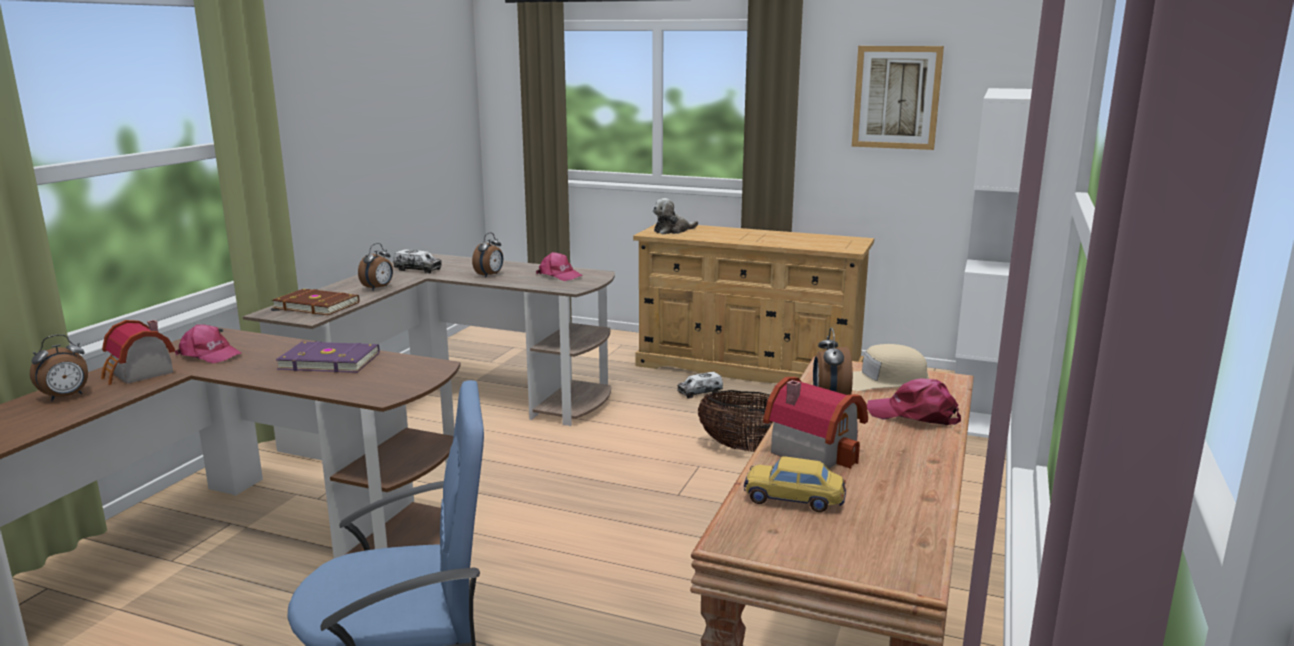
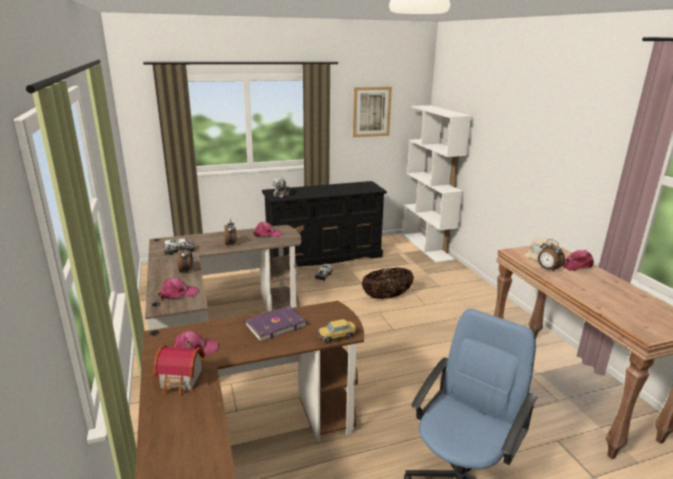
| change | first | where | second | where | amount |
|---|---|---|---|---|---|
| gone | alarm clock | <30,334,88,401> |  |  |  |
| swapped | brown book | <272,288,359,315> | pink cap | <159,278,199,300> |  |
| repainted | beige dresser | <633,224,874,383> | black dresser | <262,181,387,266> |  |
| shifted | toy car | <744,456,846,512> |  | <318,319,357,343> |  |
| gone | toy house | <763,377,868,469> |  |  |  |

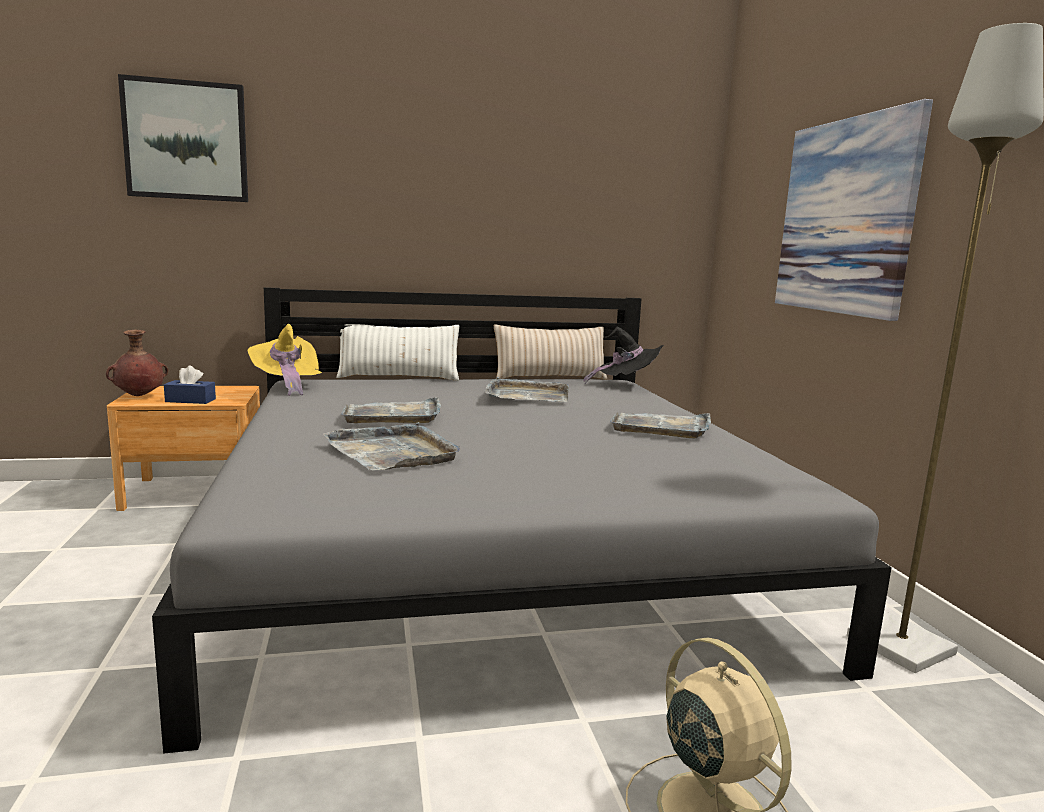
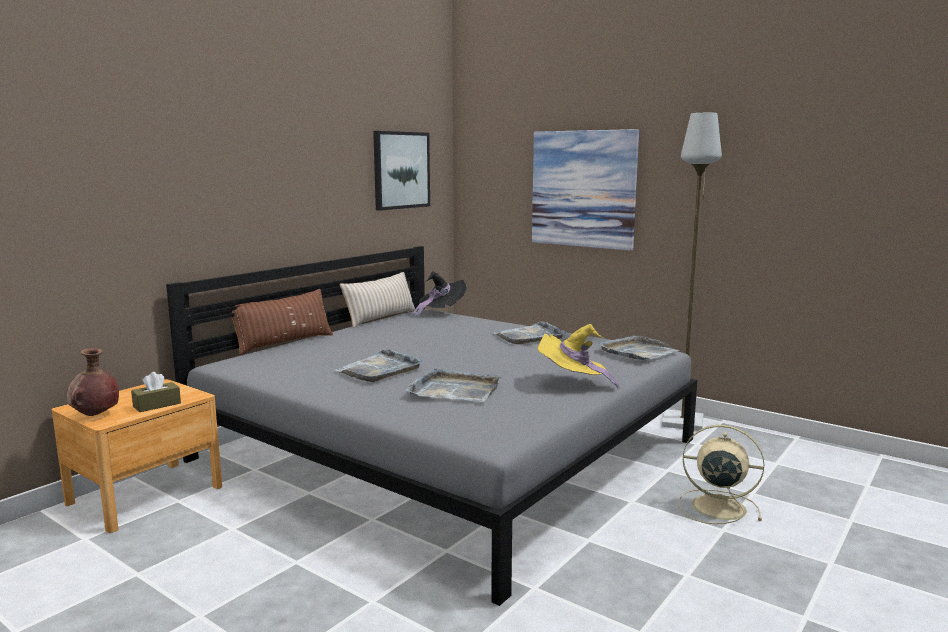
| change | first | where | second | where | amount |
|---|---|---|---|---|---|
| shifted | picture | <118,74,248,202> |  | <373,131,430,211> |  |
| repainted | blue tissue box | <164,365,216,404> | brown tissue box | <131,372,181,412> |  |
| shifted | yellow hat | <248,324,322,396> |  | <537,324,620,389> |  |
| repainted | white pillow | <336,324,459,381> | brown pillow | <232,289,333,355> |  |
| shifted | grey tray | <485,377,569,402> |  | <599,335,679,360> |  |

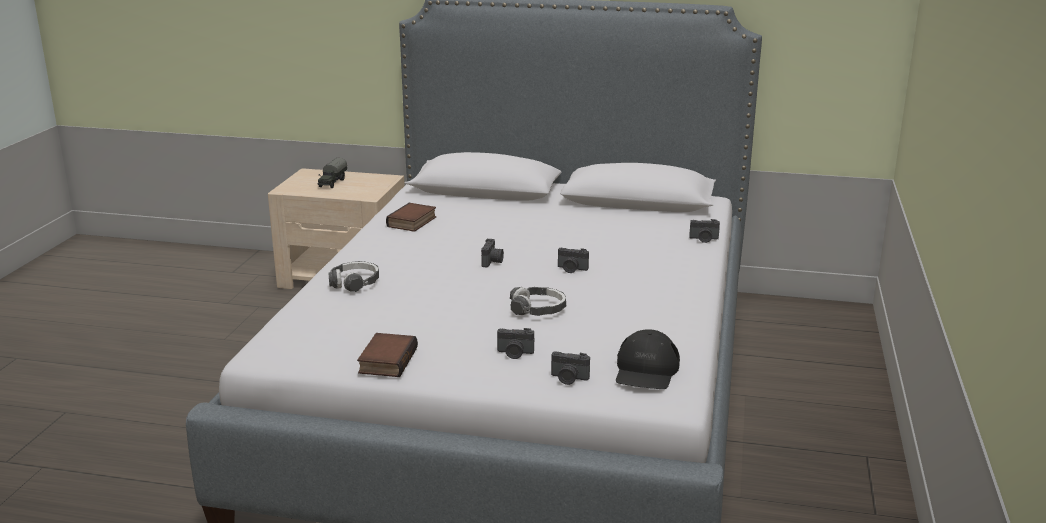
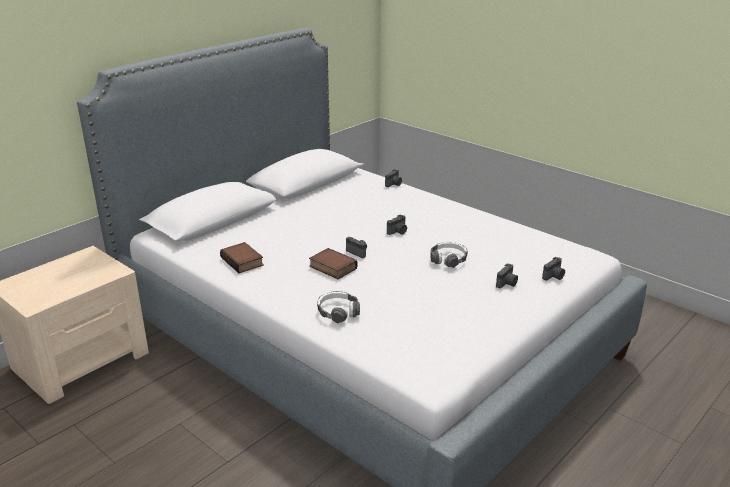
| change | first | where | second | where | amount |
|---|---|---|---|---|---|
| gone | toy truck | <318,158,347,188> |  |  |  |
| shifted | book | <357,333,418,377> |  | <309,248,358,279> |  |
| gone | black cap | <616,329,680,389> |  |  |  |

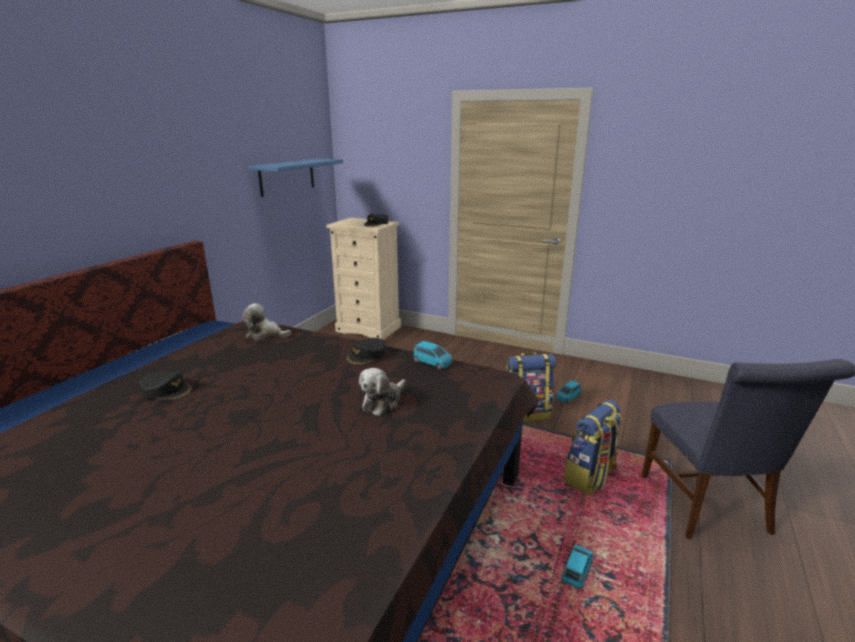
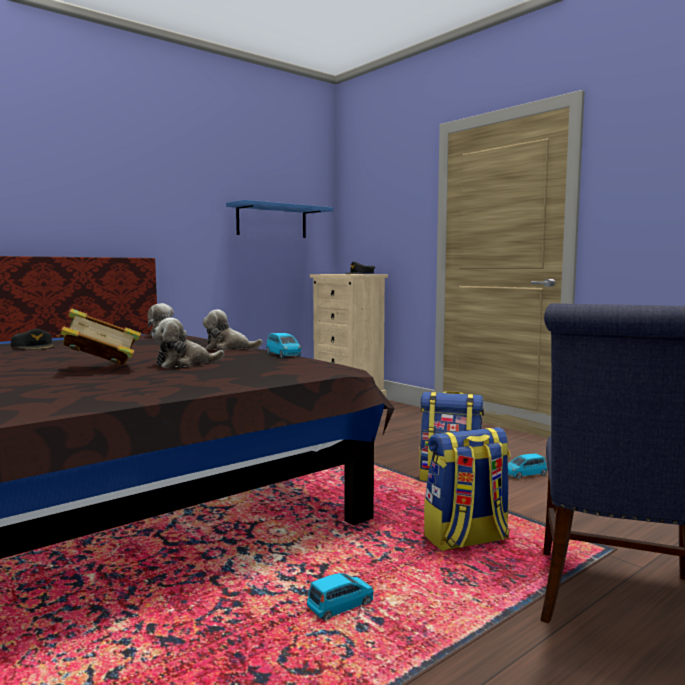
| change | first | where | second | where | amount |
|---|---|---|---|---|---|
| swapped | black cap | <345,338,386,366> | plush toy | <202,309,263,351> |  |
| new |  |  | book | <57,308,141,365> |  |

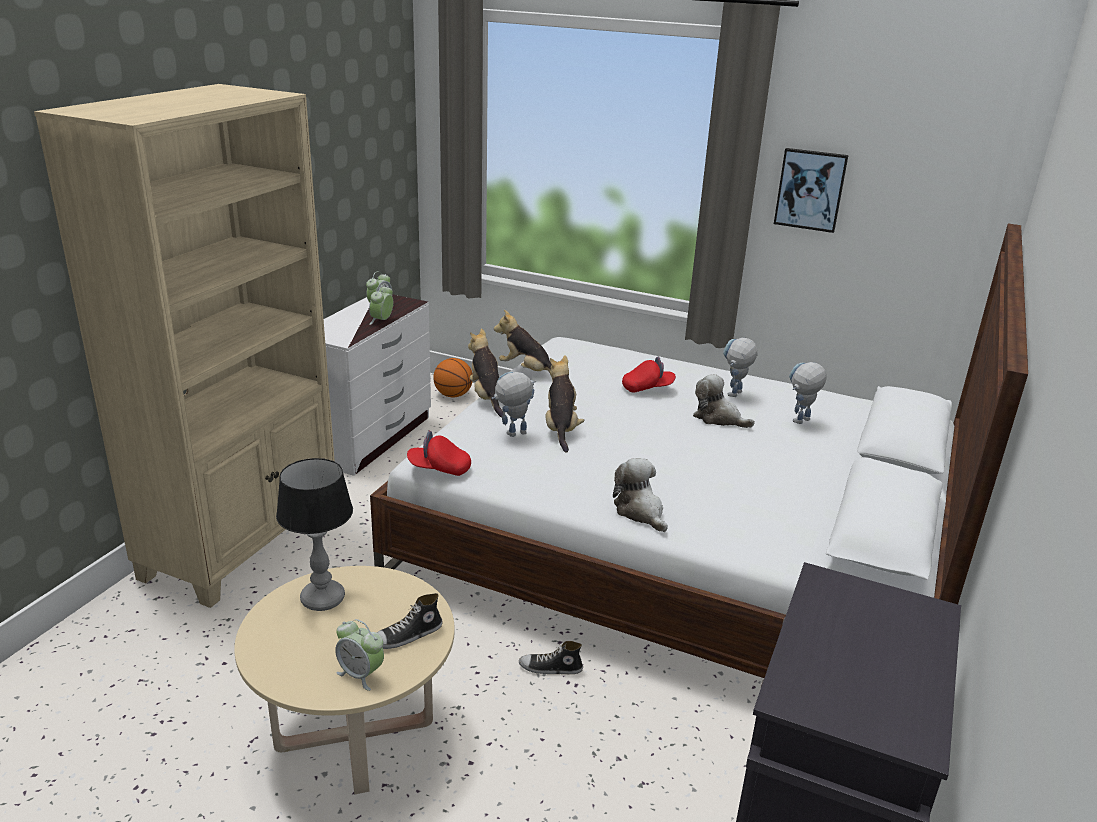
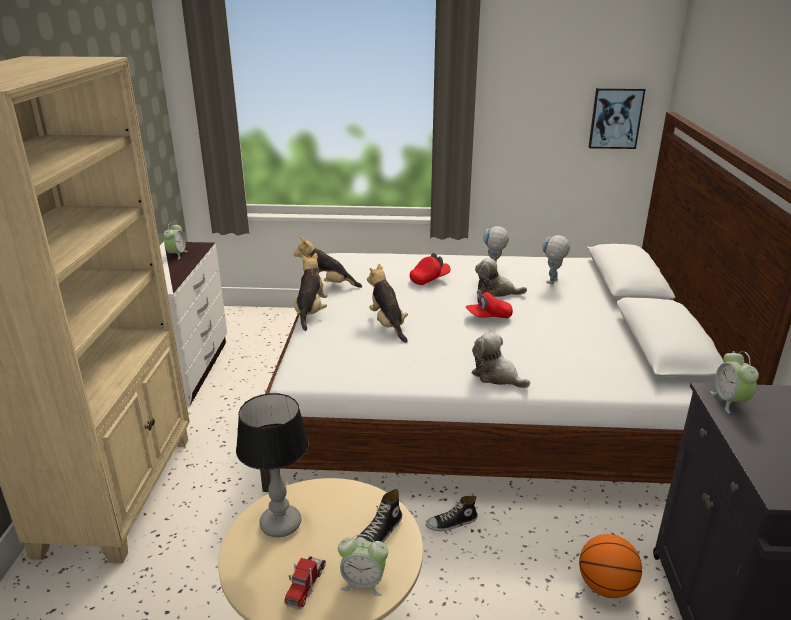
| change | first | where | second | where | amount |
|---|---|---|---|---|---|
| shifted | alarm clock | <369,284,393,325> |  | <711,351,759,414> |  |
| shifted | red cap | <407,431,471,476> |  | <466,290,513,318> |  |
| shifted | basketball | <433,358,473,397> |  | <579,534,642,598> |  |
| rotated | plush toy | <468,328,503,417> |  | <294,253,328,331> | 45 degrees clockwise |
| gone | toy robot | <491,372,536,437> |  |  |  |
| shifted | picture | <774,148,849,233> |  | <589,88,646,149> |  |
| new |  |  | toy truck | <284,556,326,609> |  |

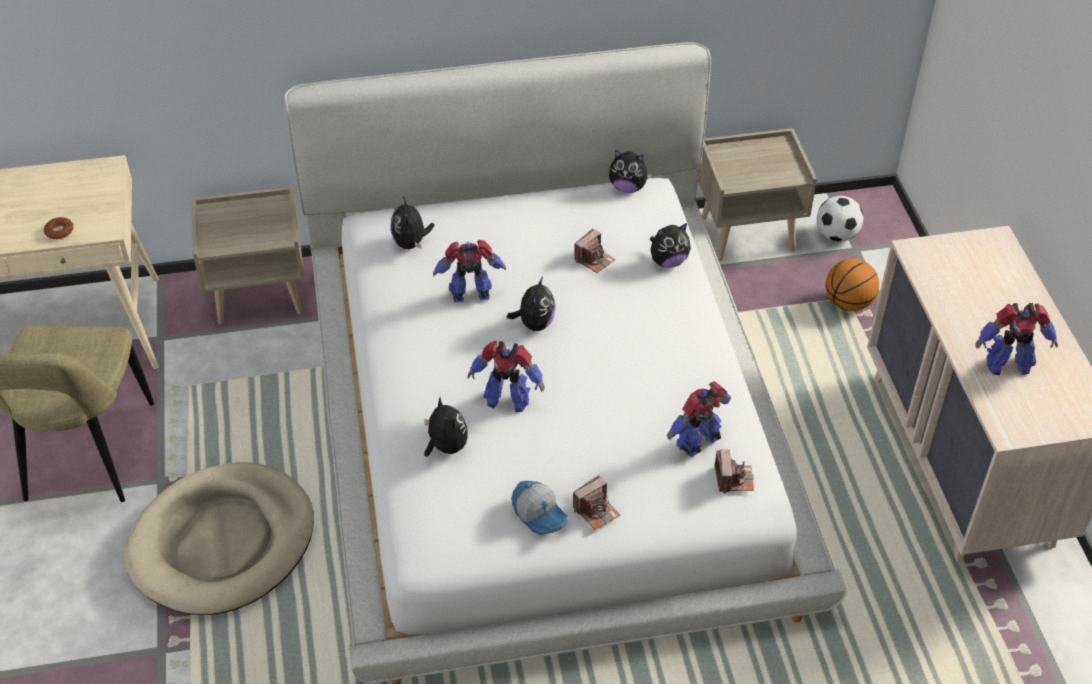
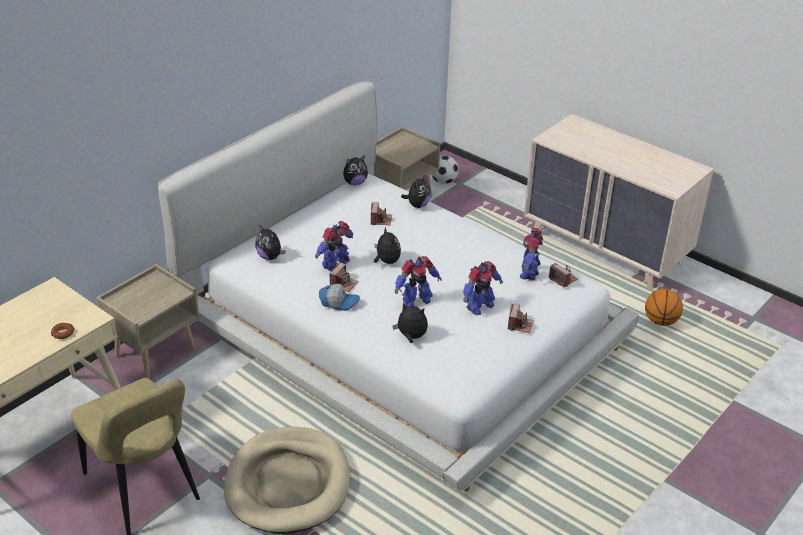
| change | first | where | second | where | amount |
|---|---|---|---|---|---|
| shifted | cap | <511,481,567,535> |  | <319,283,360,311> |  |
| shifted | basketball | <826,259,879,311> |  | <645,289,683,326> |  |
| shifted | toy robot | <975,303,1058,375> |  | <463,261,503,315> |  |
| new |  |  | photo camera | <329,263,358,292> |  |

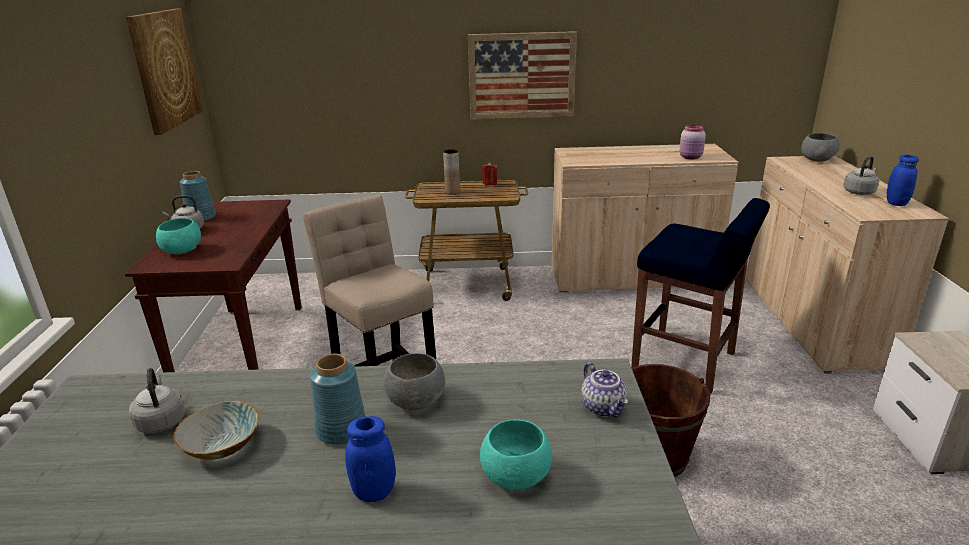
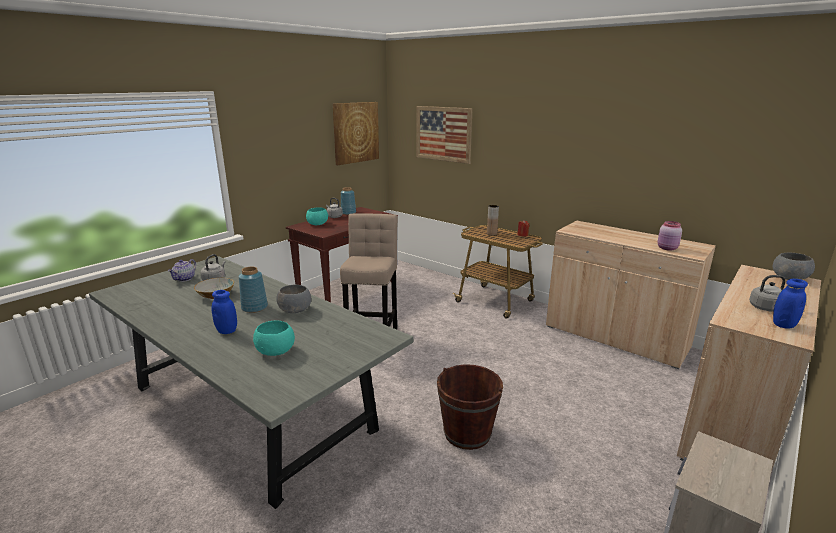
| change | first | where | second | where | amount |
|---|---|---|---|---|---|
| shifted | picture | <468,31,577,120> |  | <416,106,473,164> |  |
| shifted | teapot | <581,362,628,417> |  | <168,259,196,282> |  |
| gone | blue stool | <631,198,770,394> |  |  |  |

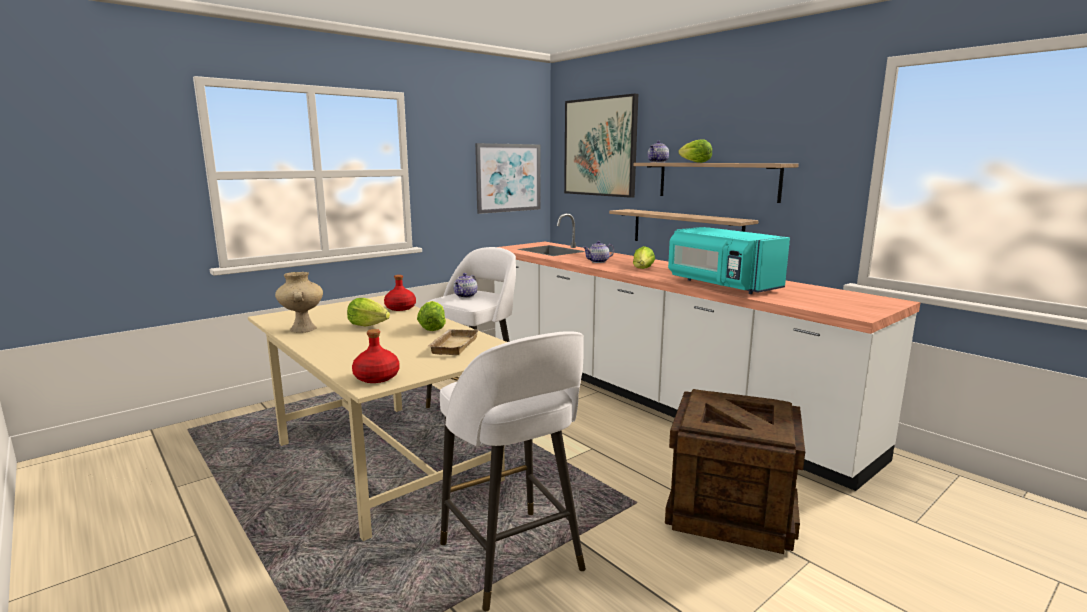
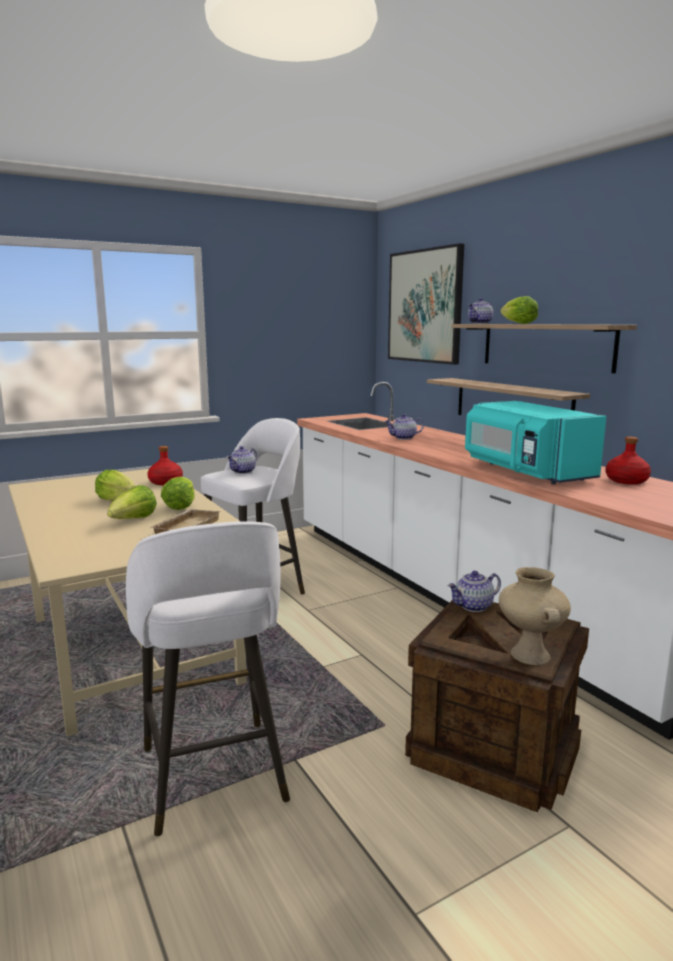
| change | first | where | second | where | amount |
|---|---|---|---|---|---|
| shifted | beige vase | <275,272,323,333> |  | <499,567,571,665> |  |
| shifted | red bottle | <352,329,400,383> |  | <605,437,651,485> |  |
| gone | picture | <475,143,541,214> |  |  |  |
| shifted | lettuce | <633,246,655,269> |  | <107,485,157,519> |  |
| new |  |  | teapot | <448,571,501,612> |  |

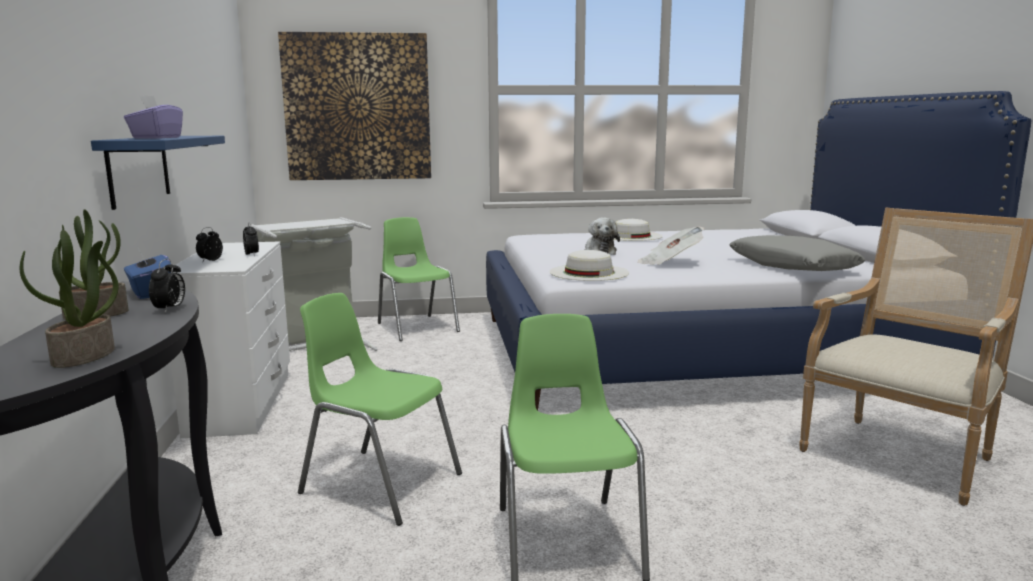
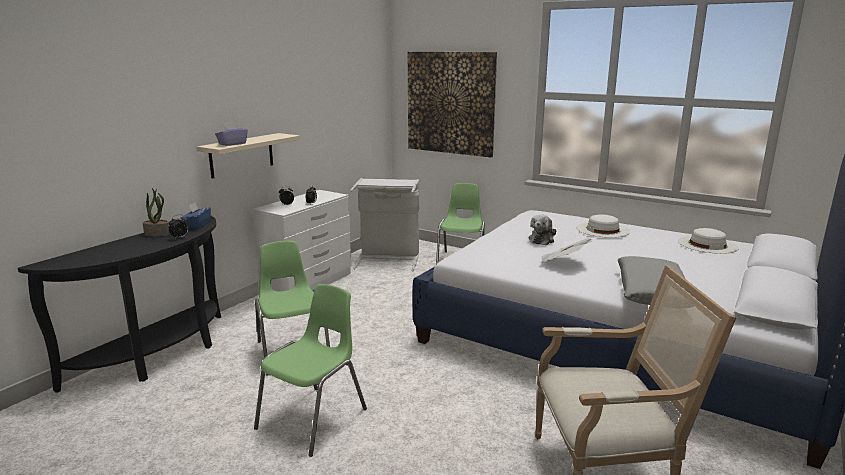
| change | first | where | second | where | amount |
|---|---|---|---|---|---|
| gone | potted plant | <20,230,119,368> |  |  |  |
| repainted | blue shelf | <91,136,225,210> | beige shelf | <197,133,300,179> |  |
| shifted | white hat | <550,250,629,281> |  | <678,228,739,254> |  |

